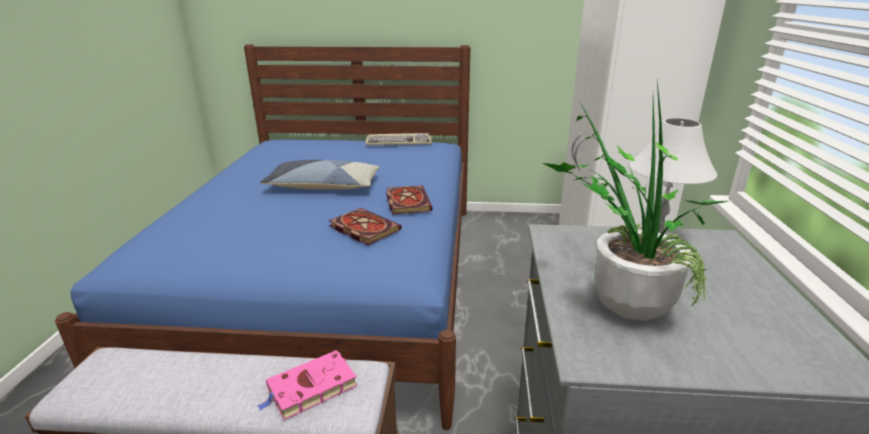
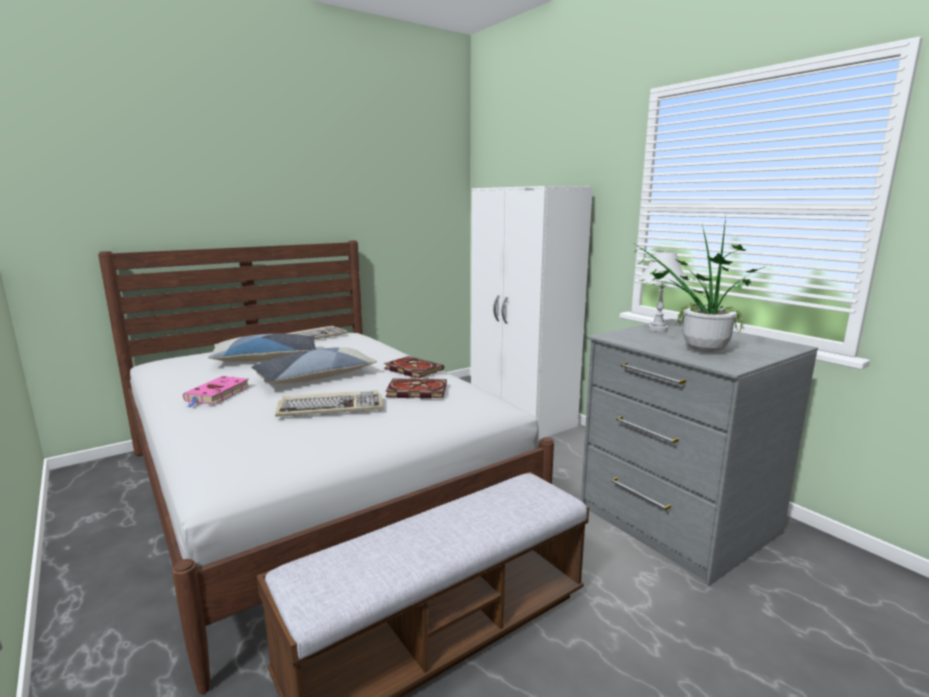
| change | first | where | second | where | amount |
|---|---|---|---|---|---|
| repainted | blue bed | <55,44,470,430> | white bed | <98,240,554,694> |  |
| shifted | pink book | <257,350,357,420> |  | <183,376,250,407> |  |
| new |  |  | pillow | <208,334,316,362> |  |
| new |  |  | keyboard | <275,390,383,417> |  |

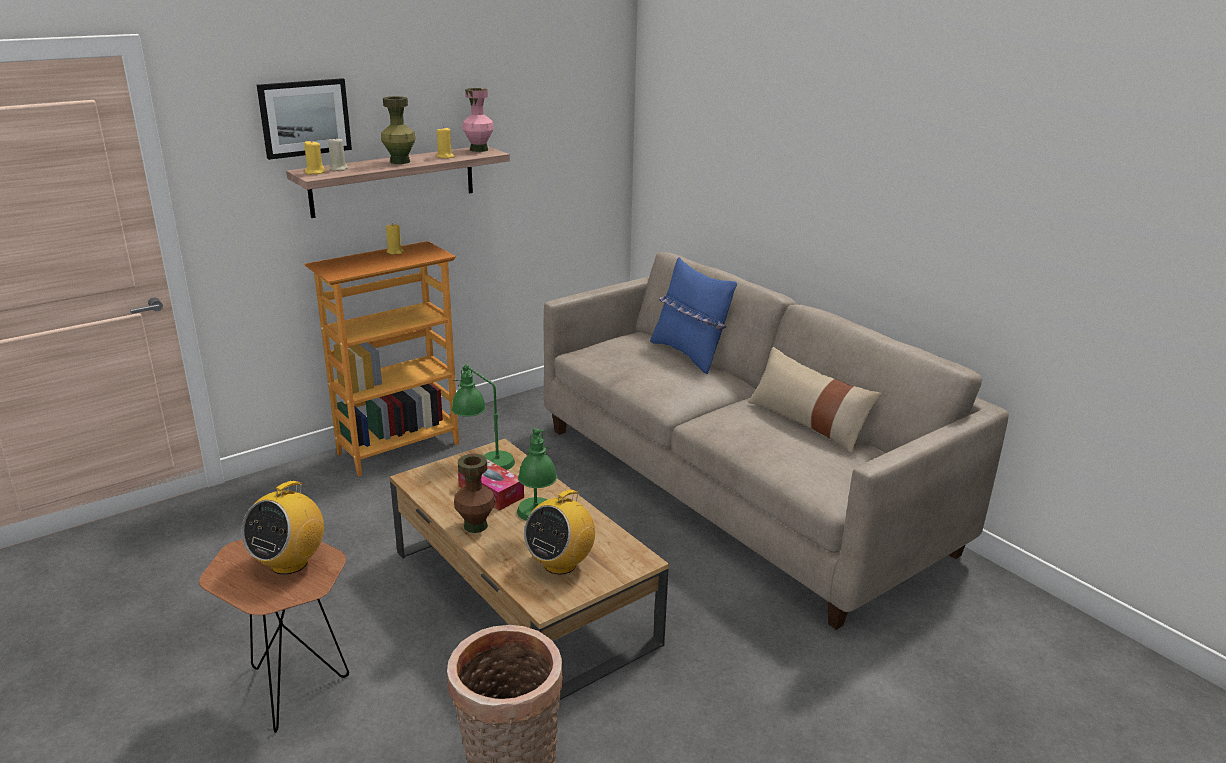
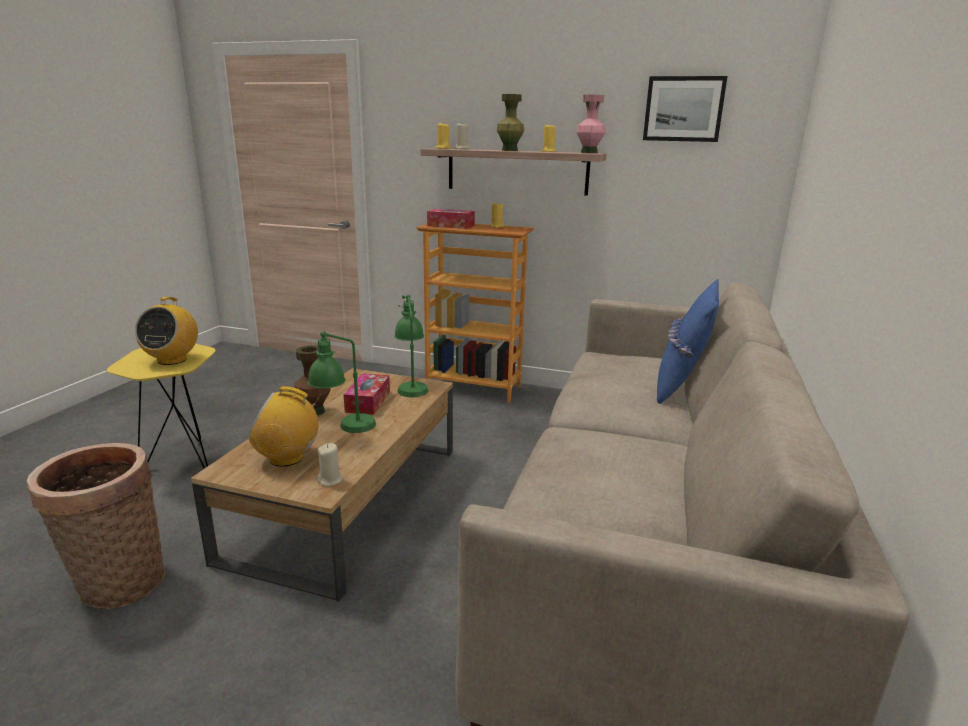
| change | first | where | second | where | amount |
|---|---|---|---|---|---|
| repainted | brown side table | <199,539,349,733> | yellow side table | <107,344,216,469> |  |
| rotated | radio | <242,478,324,574> |  | <135,297,198,365> | 75 degrees counterclockwise |
| shifted | picture | <257,78,352,160> |  | <643,76,728,142> |  |
| gone | beige pillow | <748,347,882,454> |  |  |  |
| new |  |  | beige candle | <317,443,343,486> |  |
| new |  |  | tissue box | <427,209,475,229> |  |

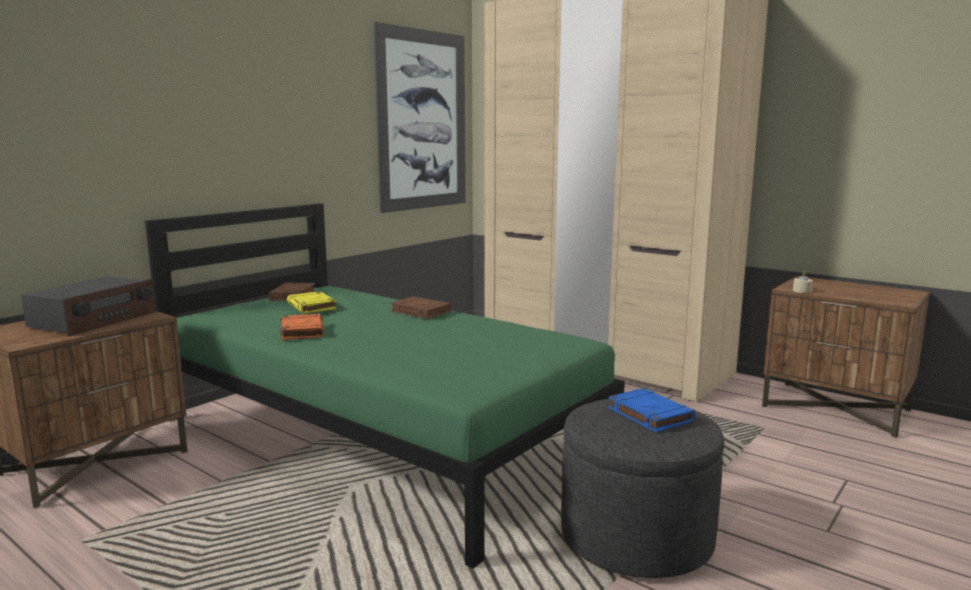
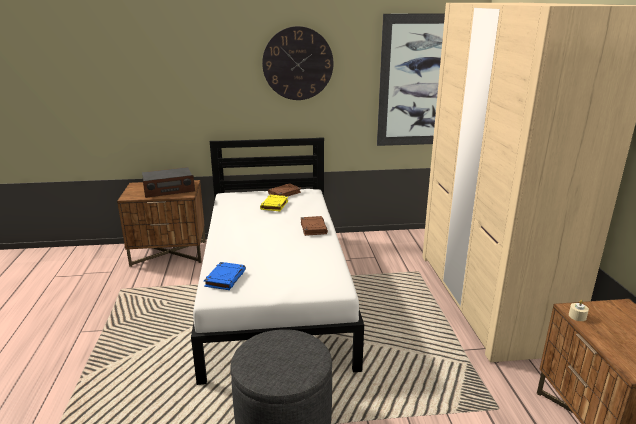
| change | first | where | second | where | amount |
|---|---|---|---|---|---|
| repainted | green bed | <145,203,625,569> | white bed | <191,137,364,385> |  |
| gone | orange book | <281,314,324,340> |  |  |  |
| shifted | blue book | <608,388,695,432> |  | <204,262,246,290> |  |
| new |  |  | wall clock | <262,26,333,100> |  |

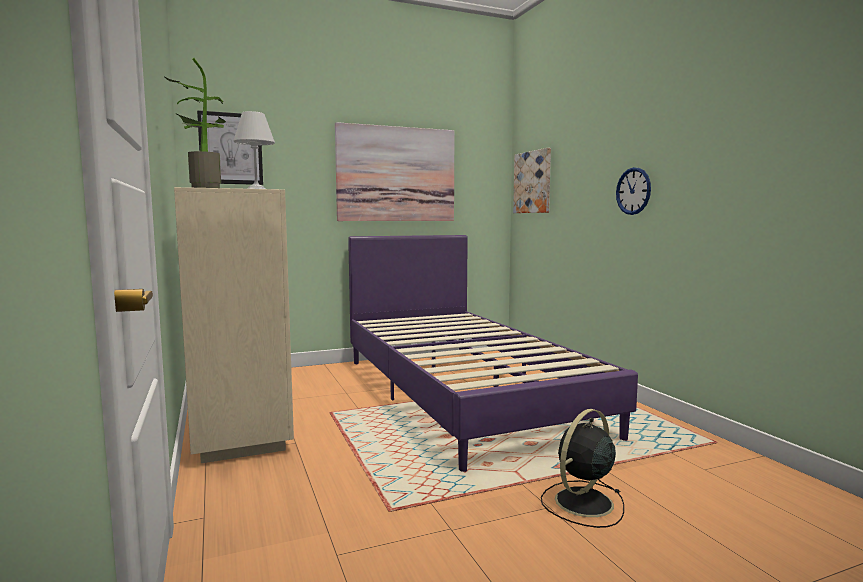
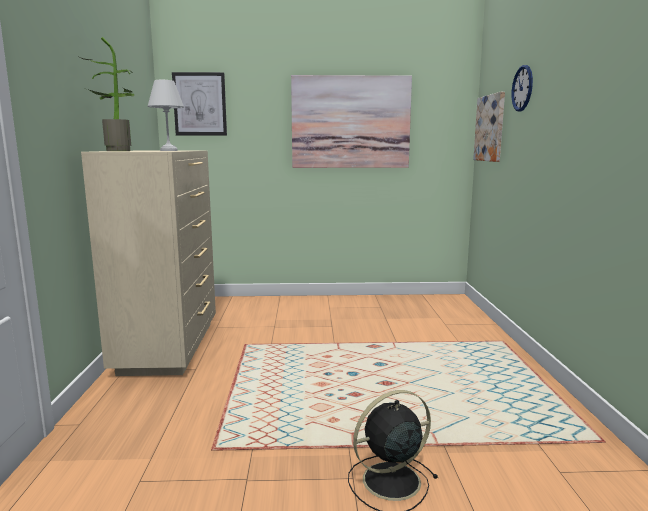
| change | first | where | second | where | amount |
|---|---|---|---|---|---|
| gone | purple bed | <348,235,638,472> |  |  |  |
| shifted | wall clock | <616,167,651,215> |  | <511,65,533,112> |  |

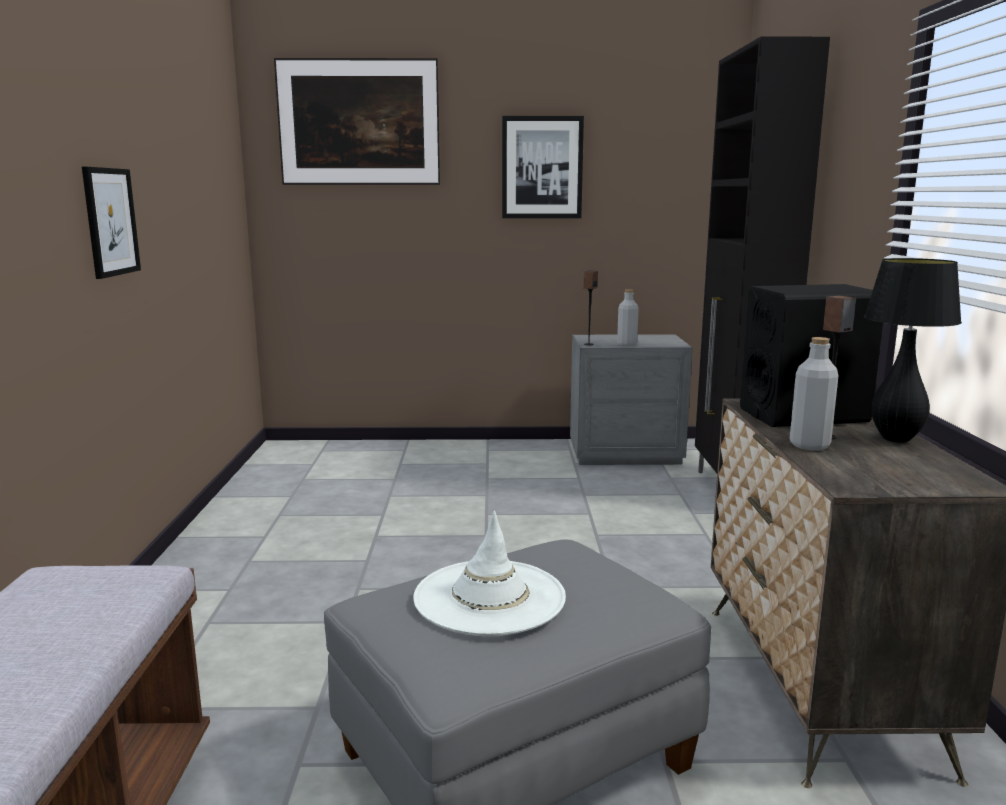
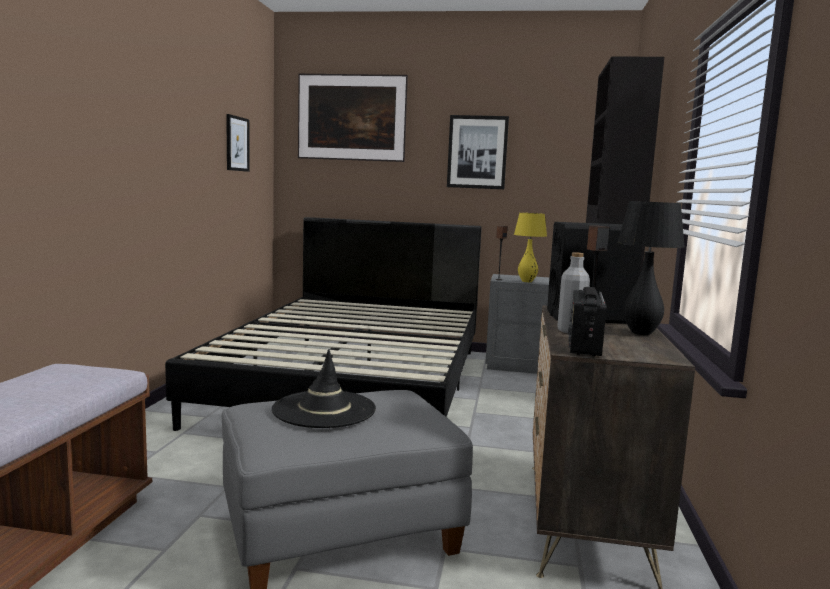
| change | first | where | second | where | amount |
|---|---|---|---|---|---|
| shifted | picture | <82,167,141,279> |  | <226,114,250,172> |  |
| repainted | white hat | <413,511,566,636> | black hat | <272,349,376,428> |  |
| swapped | grey bottle | <617,289,639,346> | yellow table lamp | <514,213,547,282> |  |
| new |  |  | black bed | <165,217,482,431> |  |
| new |  |  | radio | <568,287,606,357> |  |

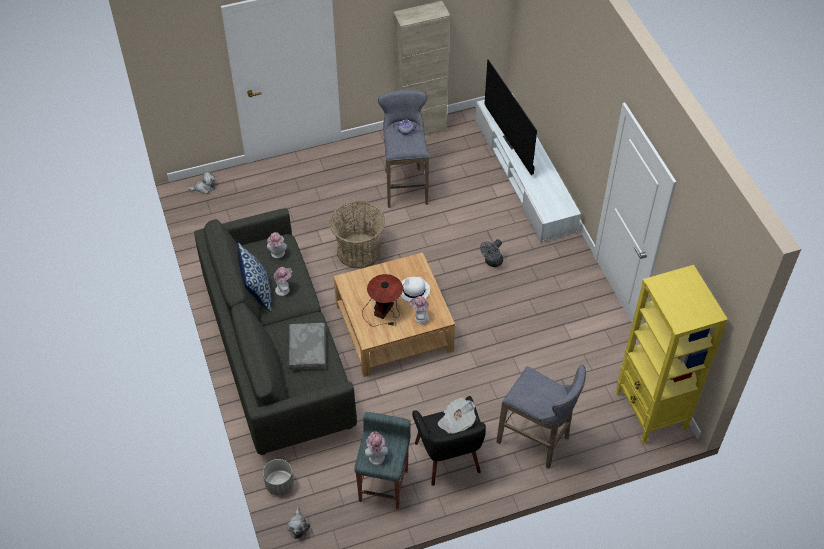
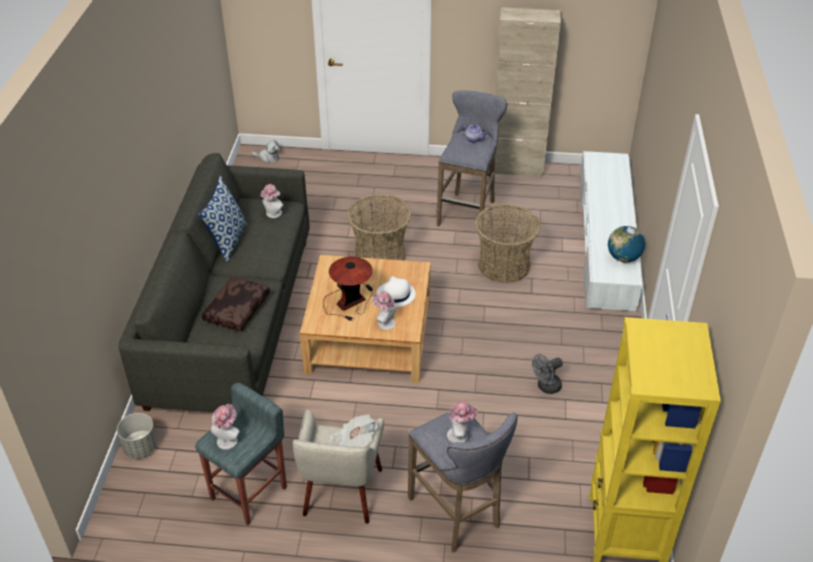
| change | first | where | second | where | amount |
|---|---|---|---|---|---|
| shifted | hat | <274,267,292,296> |  | <447,401,477,443> |  |
| gone | plush toy | <287,507,310,539> |  |  |  |
| repainted | grey pillow | <289,323,326,370> | brown pillow | <202,276,270,332> |  |
| repainted | black armchair | <412,396,486,486> | beige armchair | <293,410,384,524> |  |
| shifted | grey fan | <480,239,503,267> |  | <532,354,563,394> |  |
| gone | television | <484,59,537,175> |  |  |  |
| new |  |  | basket | <475,204,541,283> |  |
| new |  |  | globe | <608,226,645,262> |  |

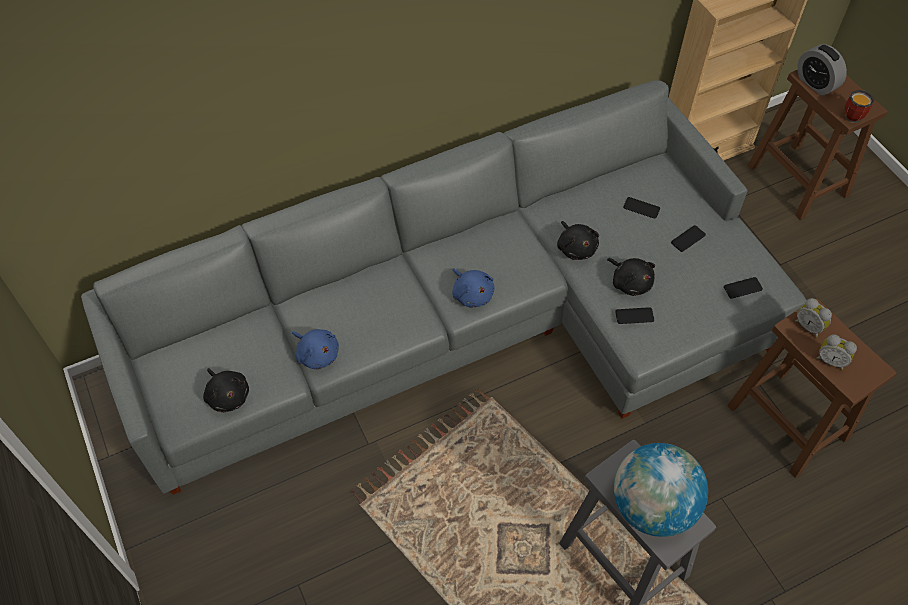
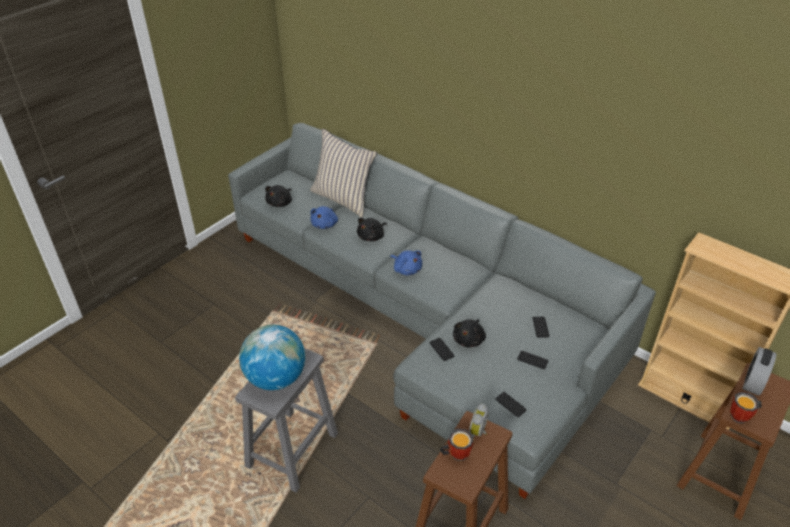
| change | first | where | second | where | amount |
|---|---|---|---|---|---|
| rotated | blue plush toy | <452,268,495,308> |  | <390,250,422,276> | 75 degrees counterclockwise |
| shifted | black plush toy | <557,221,599,260> |  | <357,218,387,241> |  |
| swapped | alarm clock | <816,334,857,370> | mug | <440,428,474,461> |  |
| new |  |  | beige pillow | <310,129,377,218> |  |

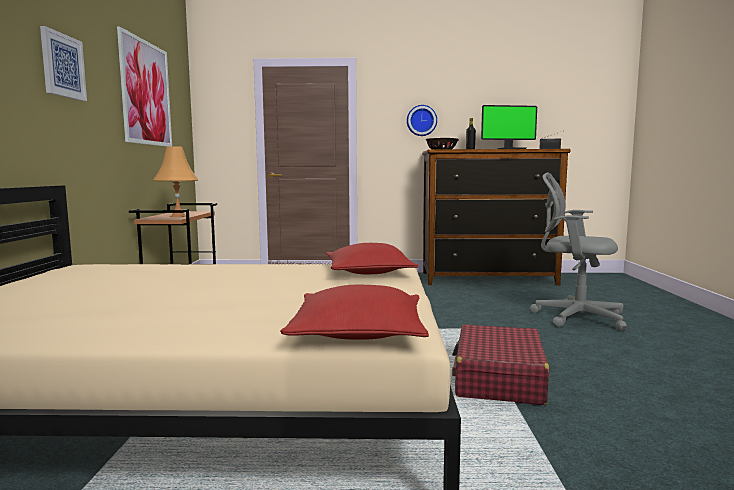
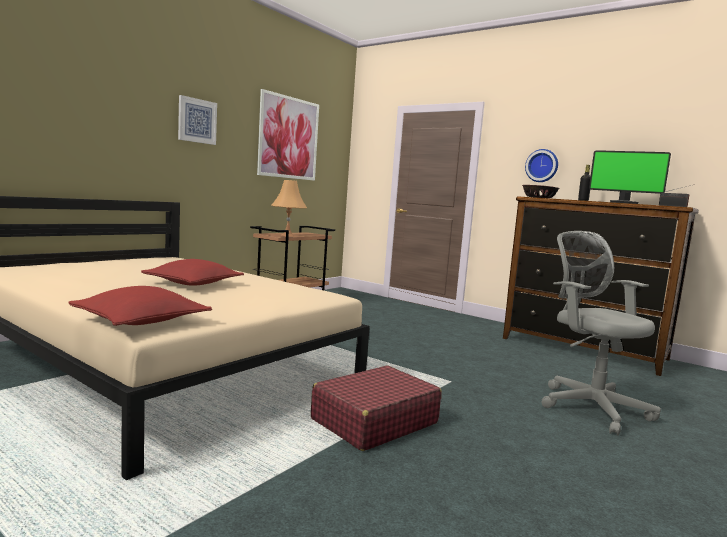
| change | first | where | second | where | amount |
|---|---|---|---|---|---|
| shifted | red pillow | <326,243,418,274> |  | <141,259,244,286> |  |

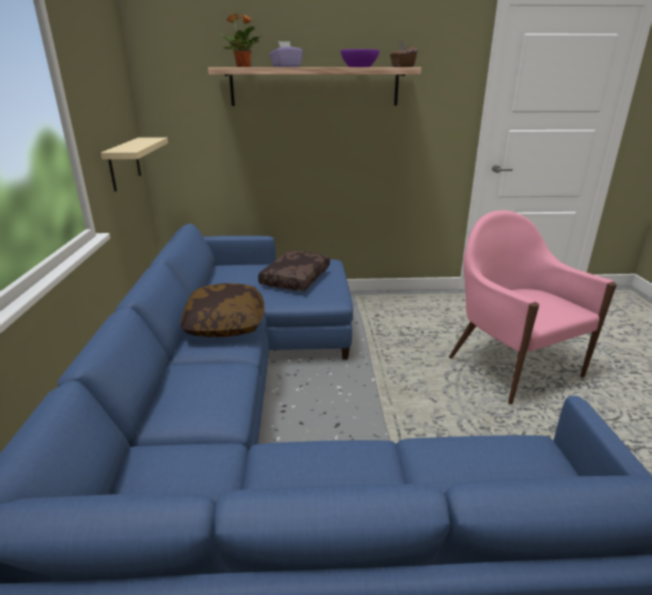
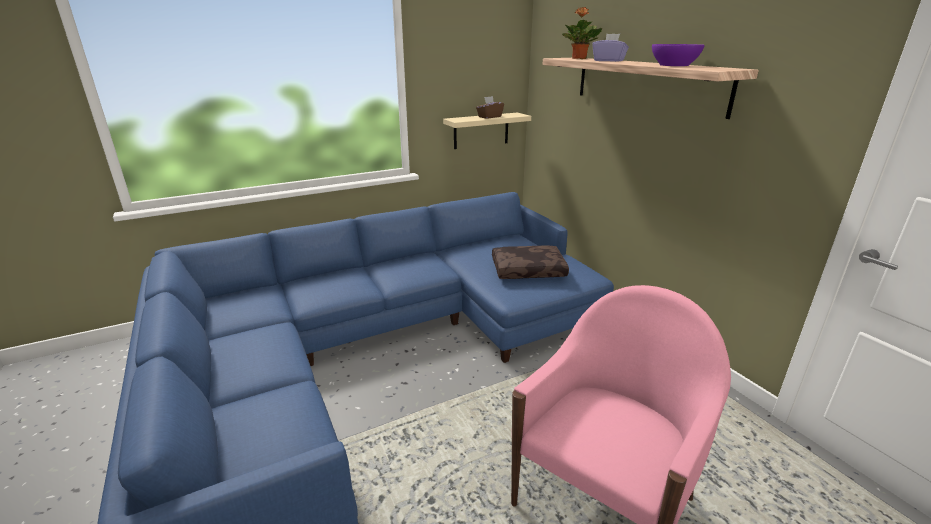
| change | first | where | second | where | amount |
|---|---|---|---|---|---|
| gone | pillow | <181,283,265,337> |  |  |  |
| shifted | brown tissue box | <390,41,418,67> |  | <476,96,504,119> |  |

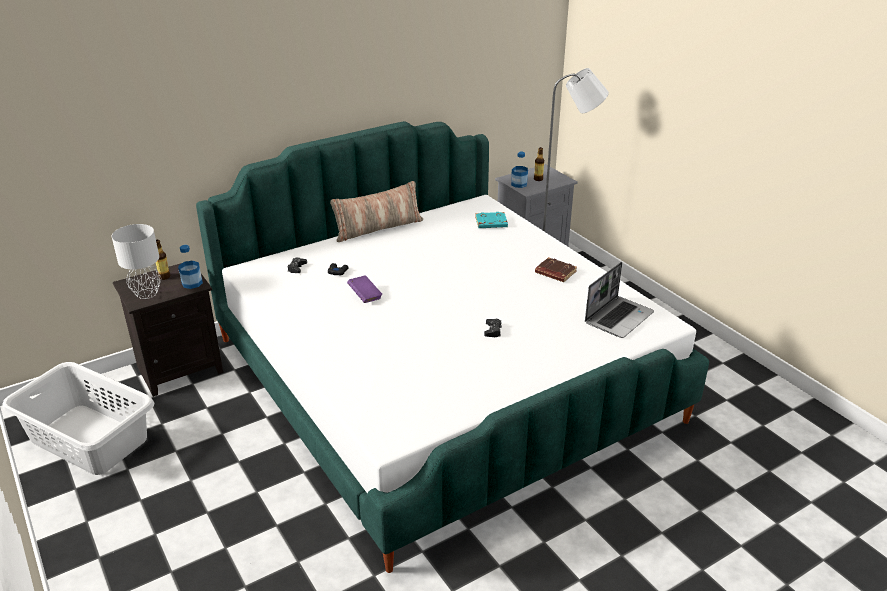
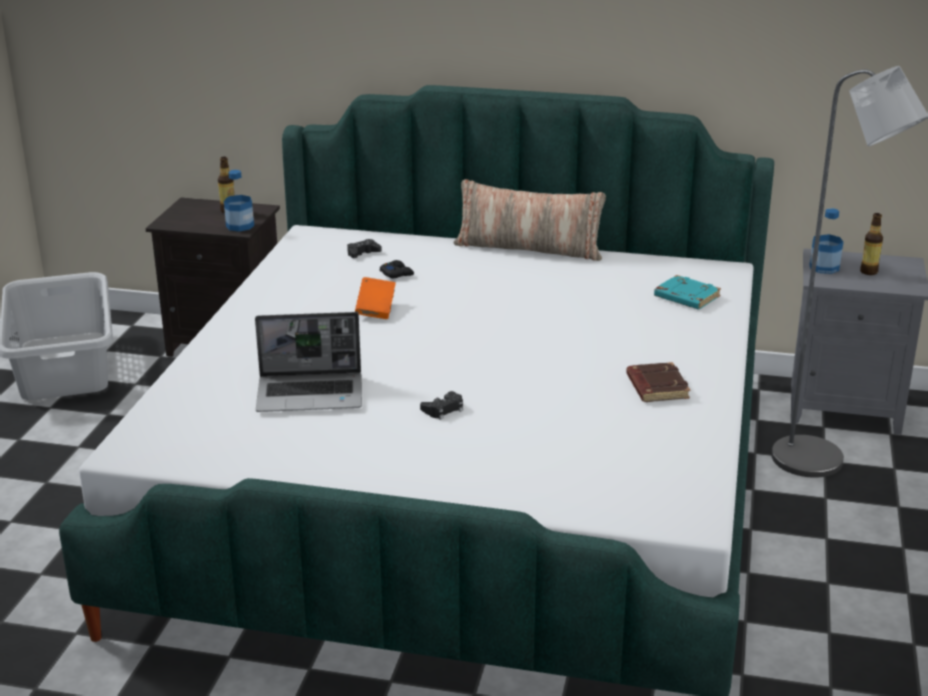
| change | first | where | second | where | amount |
|---|---|---|---|---|---|
| gone | grey table lamp | <112,224,161,299> |  |  |  |
| repainted | purple book | <347,275,382,303> | orange book | <355,277,396,319> |  |
| shifted | laptop | <585,262,654,338> |  | <255,312,362,412> |  |

